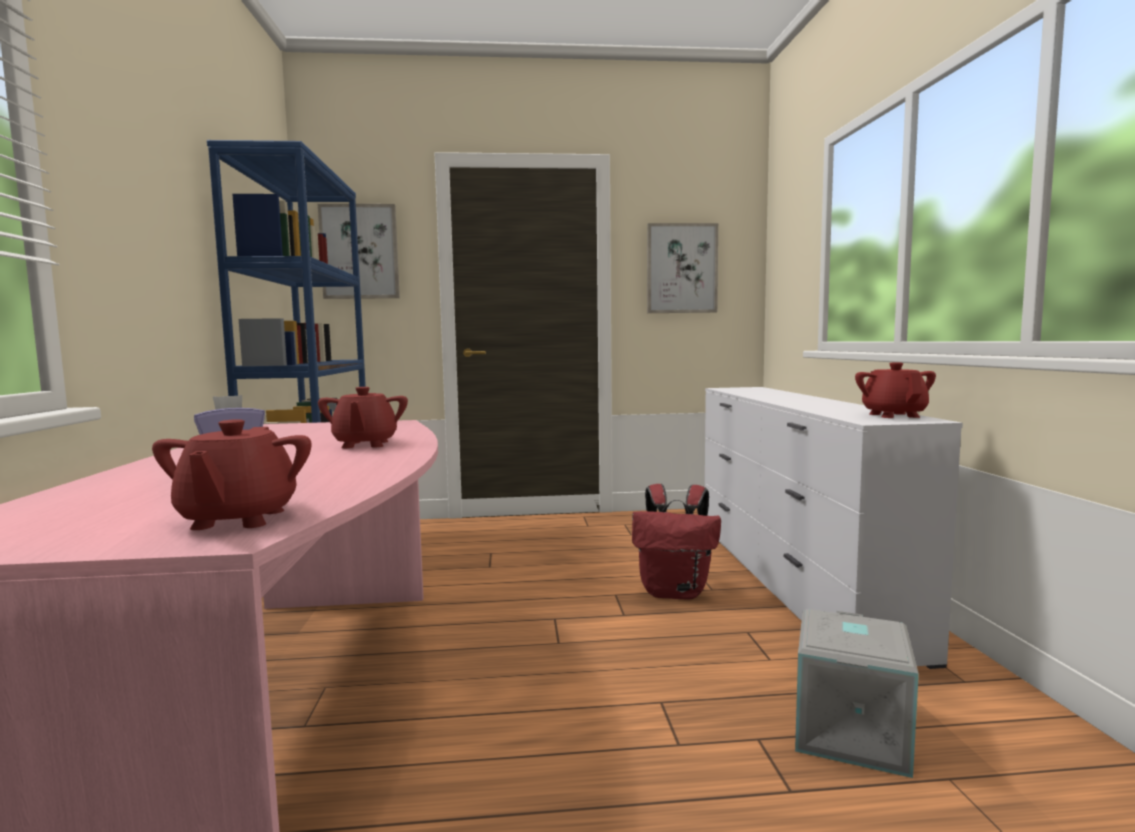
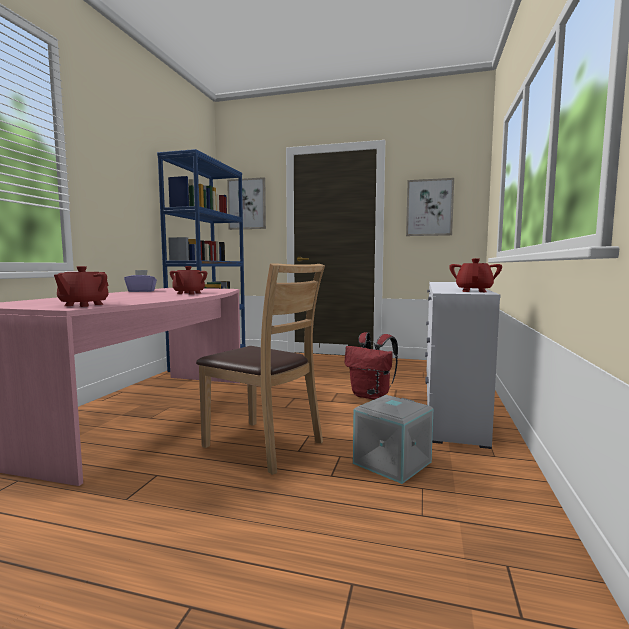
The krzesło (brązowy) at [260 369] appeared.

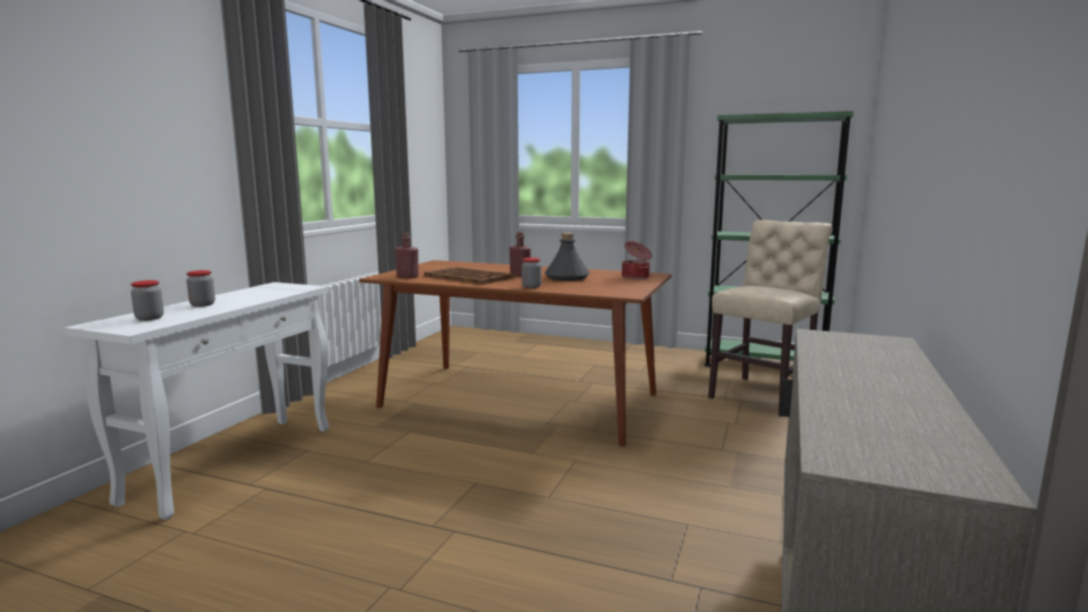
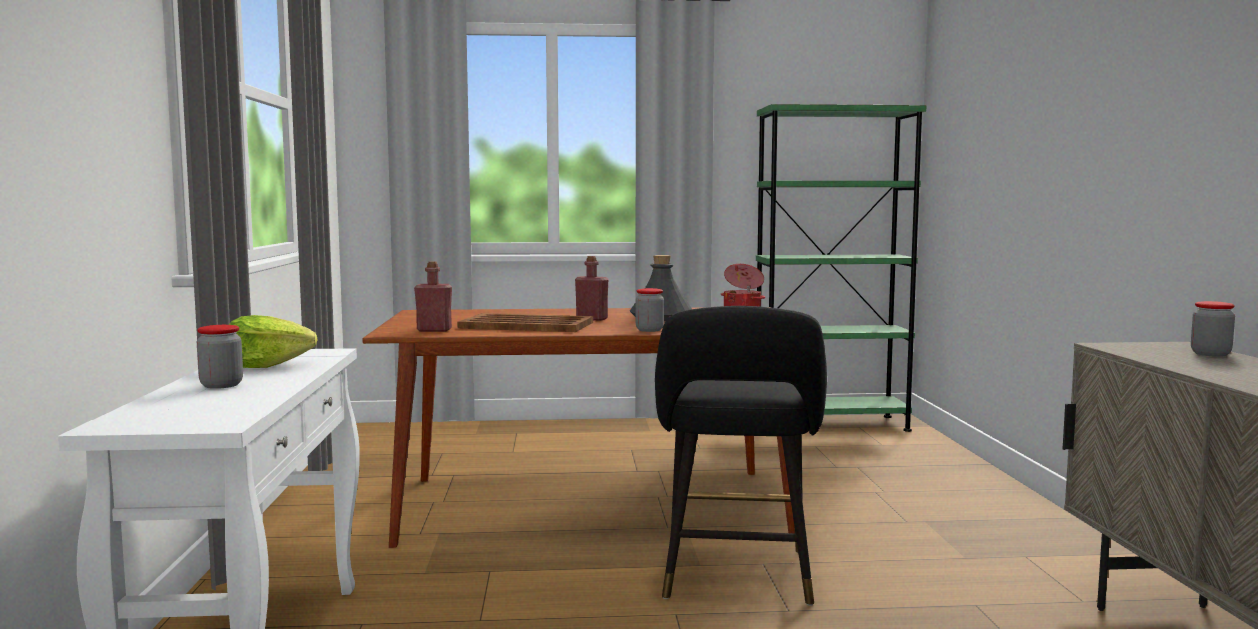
The krzesło (beżowy) at [770 318] disappeared.
The słoik moved from [147 300] to [1213 329].
The stołek (czarny) at [741 456] appeared.
The sałata at [273 341] appeared.

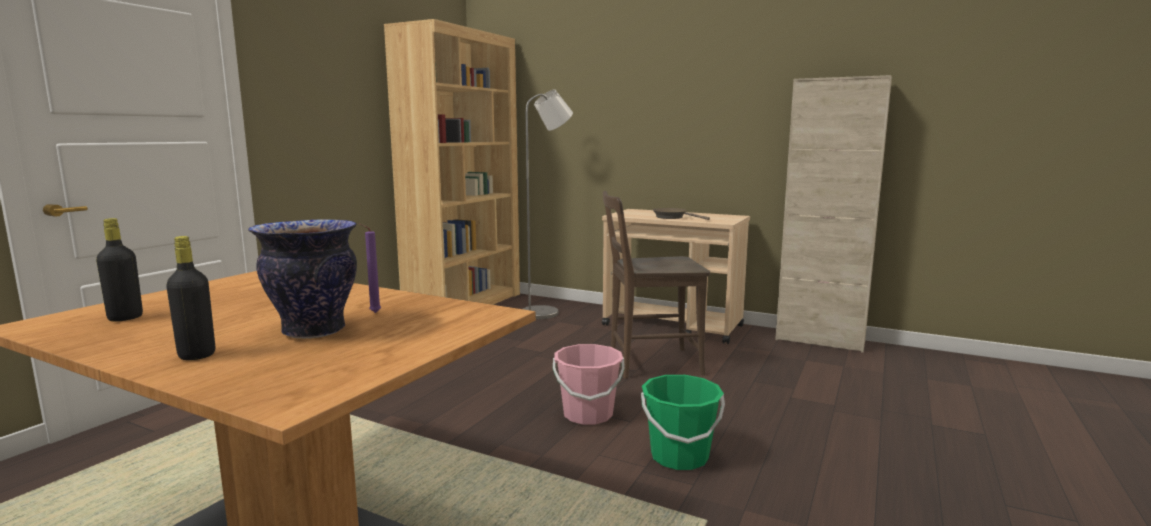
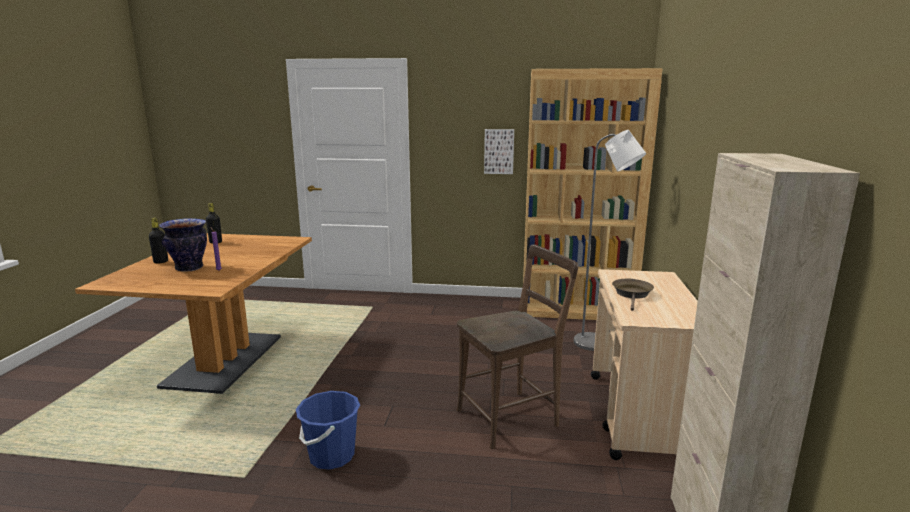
The krzesło (brązowy) at [656 285] turned 90 degrees clockwise.
The wiadro (różowy) at [589 384] disappeared.
The wiadro (zielony) at [683 422] became the wiadro (niebieski) at [328 430].
The obraz at [499 151] appeared.

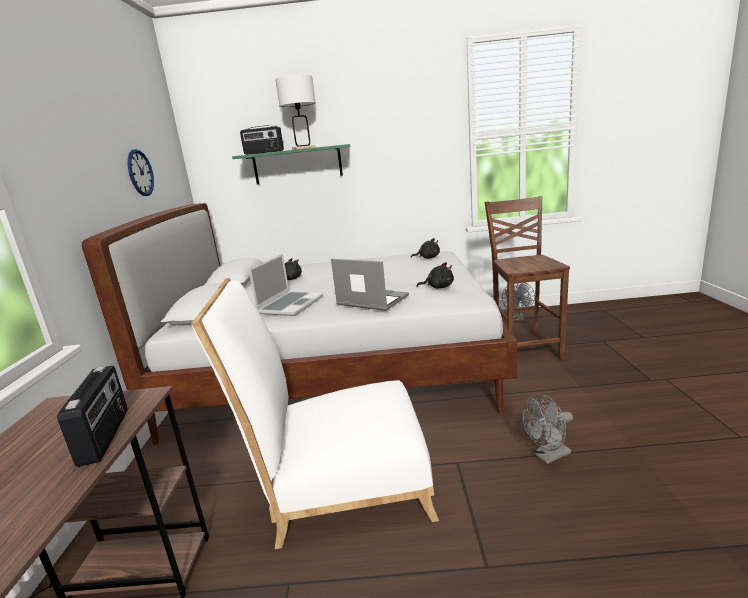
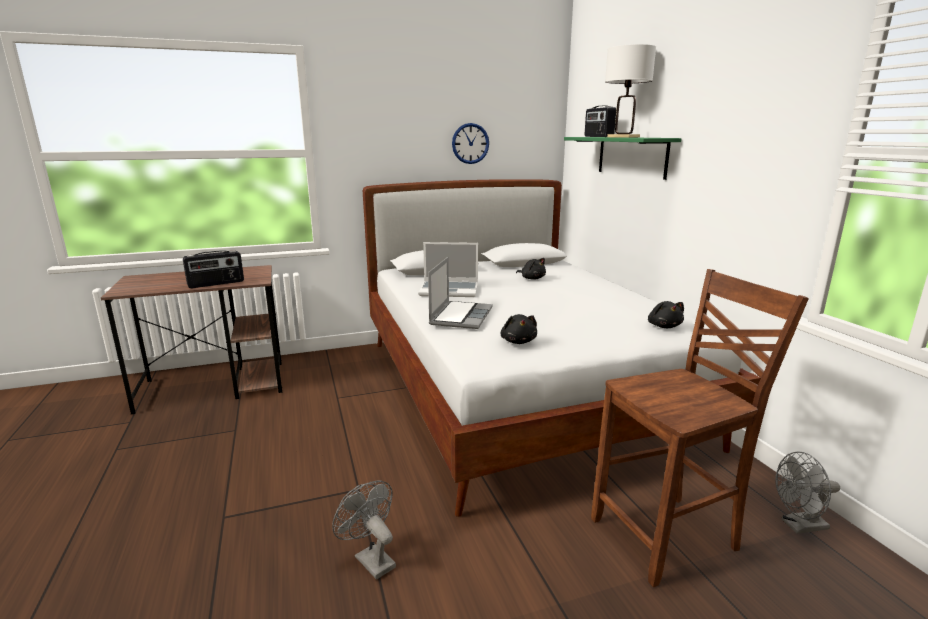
The krzesło (biały) at [315 413] disappeared.

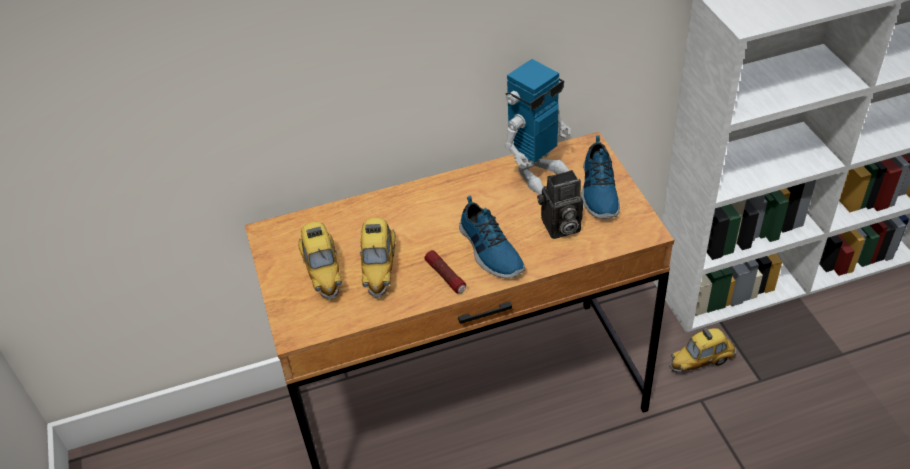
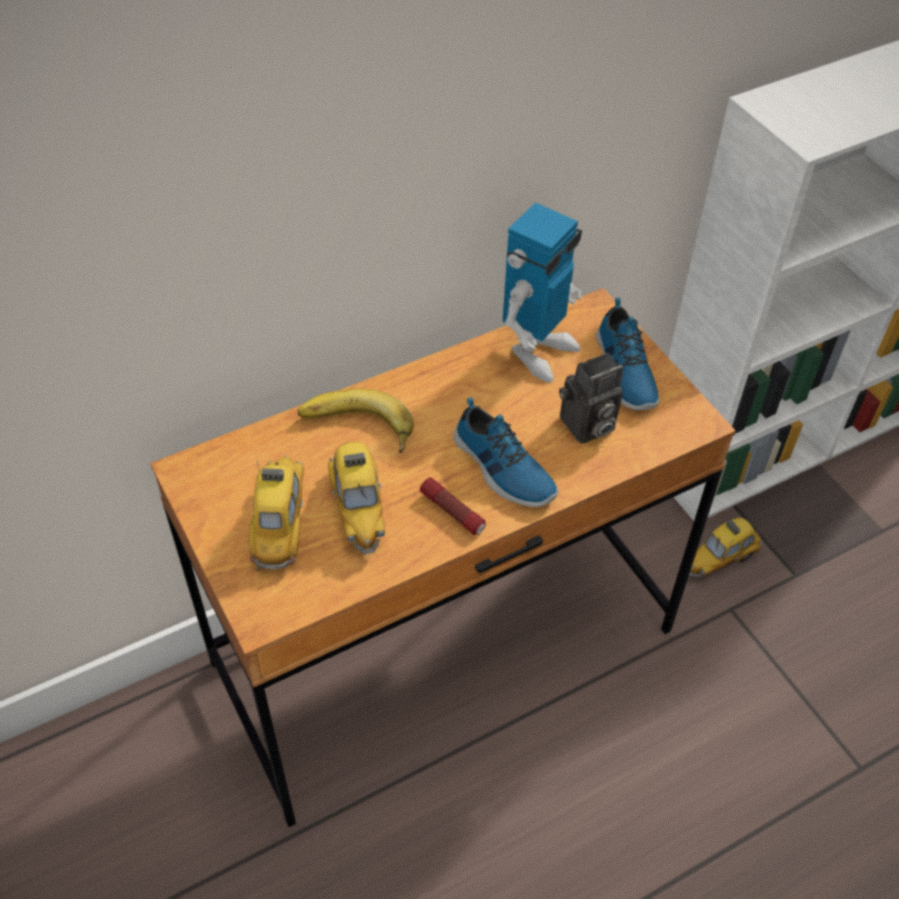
The samochodzik at [320 261] turned 150 degrees counterclockwise.
The banan at [356 420] appeared.

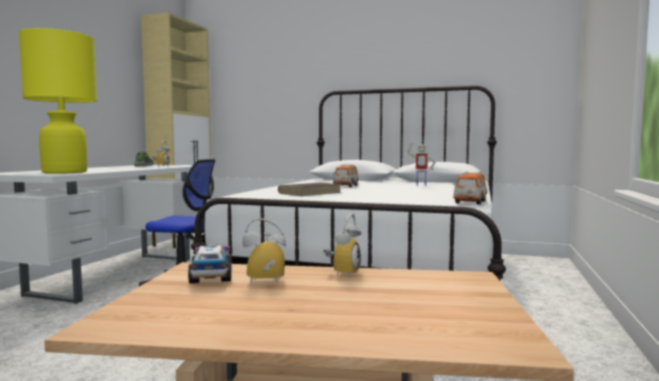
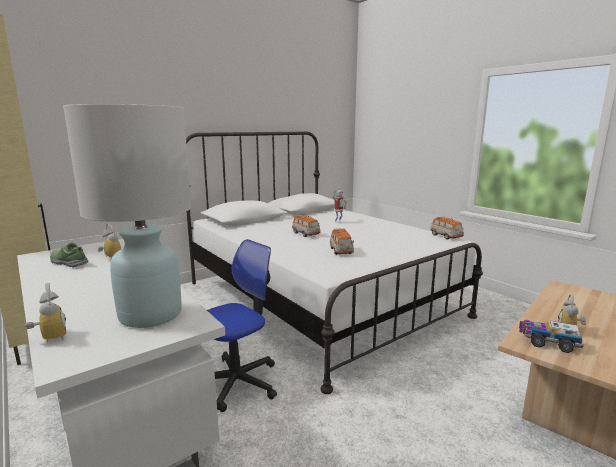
The lampa stołowa (żółty) at [58 101] became the lampa stołowa (biały) at [127 216].
The książka (brązowy) at [309 189] was replaced by the samochodzik at [342 241].
The budzik moved from [342 245] to [45 313].

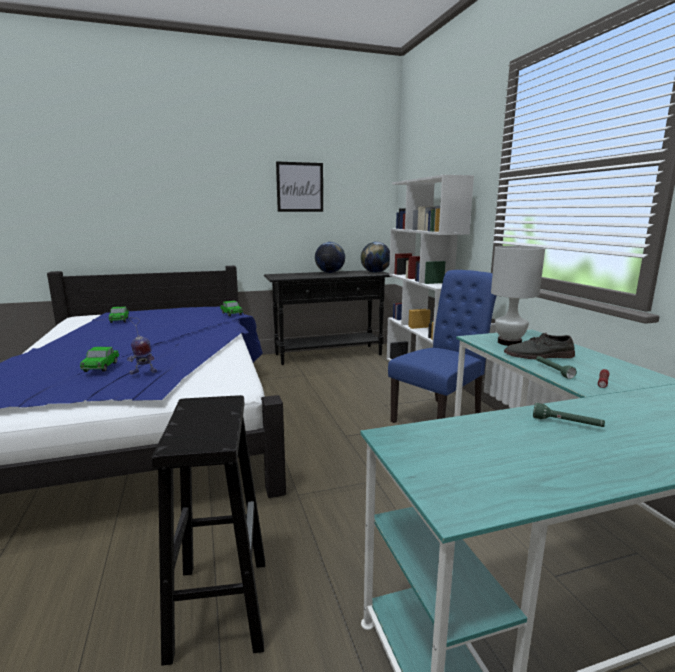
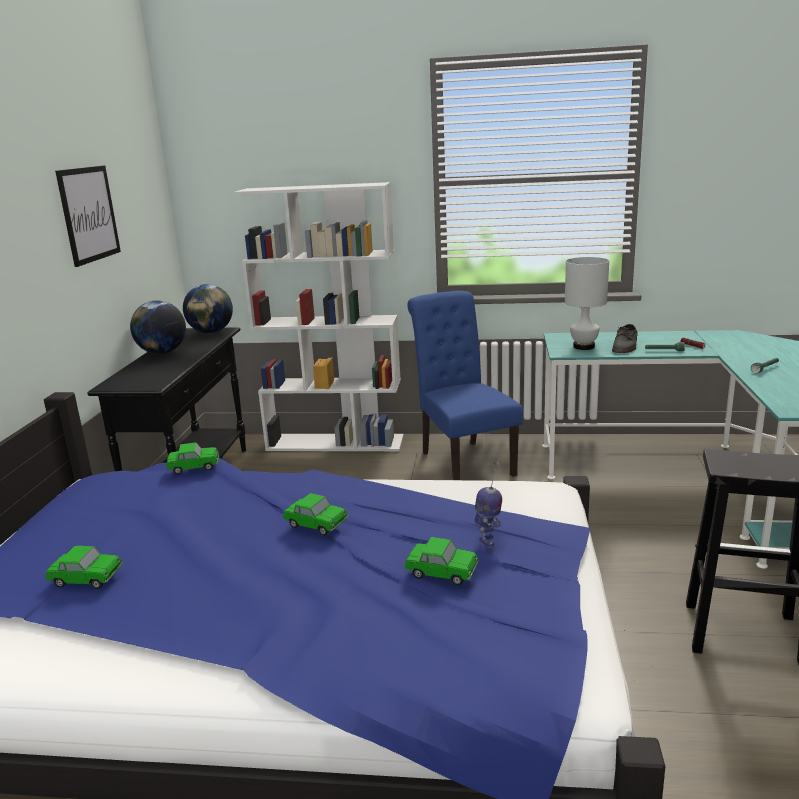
The samochodzik at [315 514] appeared.

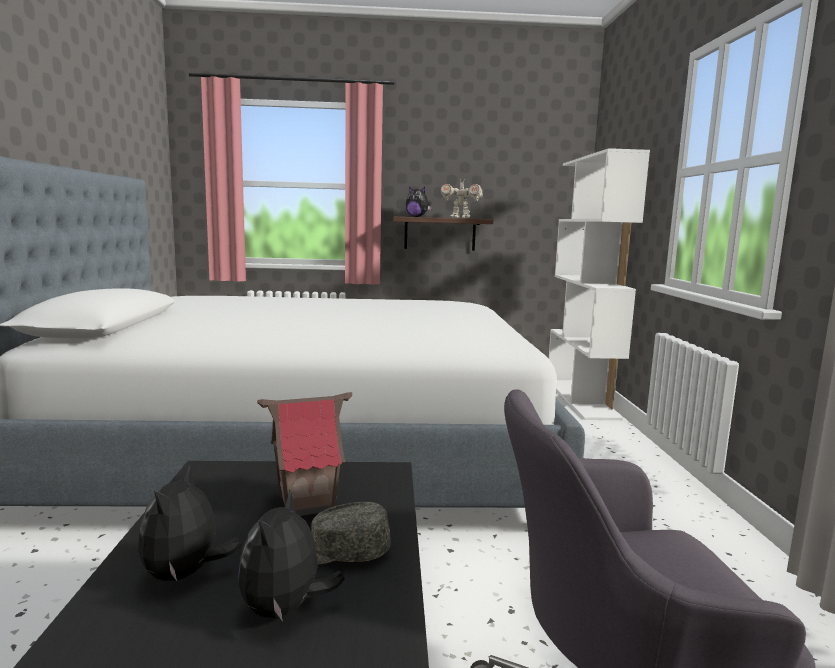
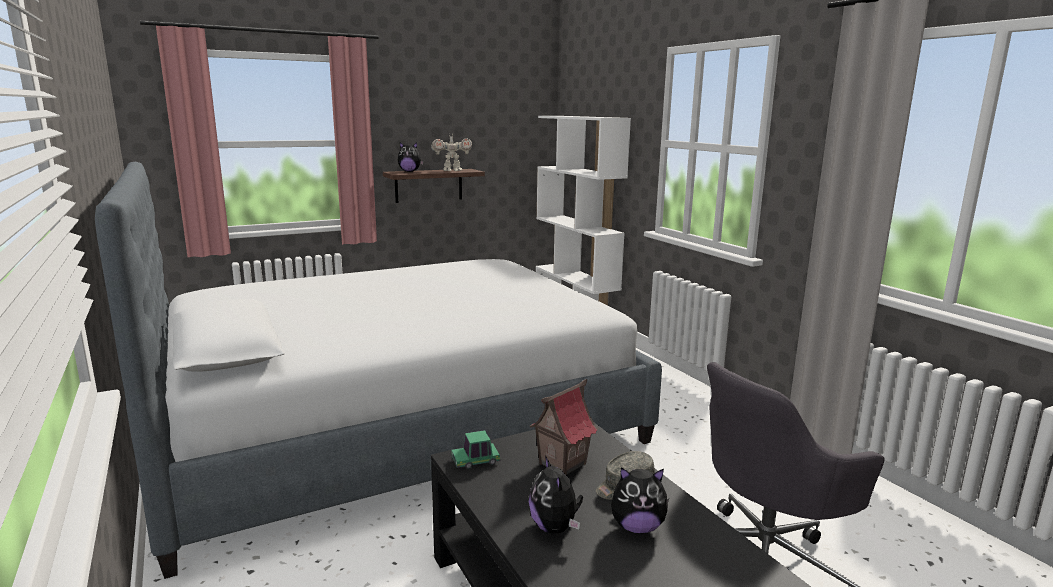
The pluszak at [292 555] turned 75 degrees counterclockwise.
The samochodzik at [476 449] appeared.

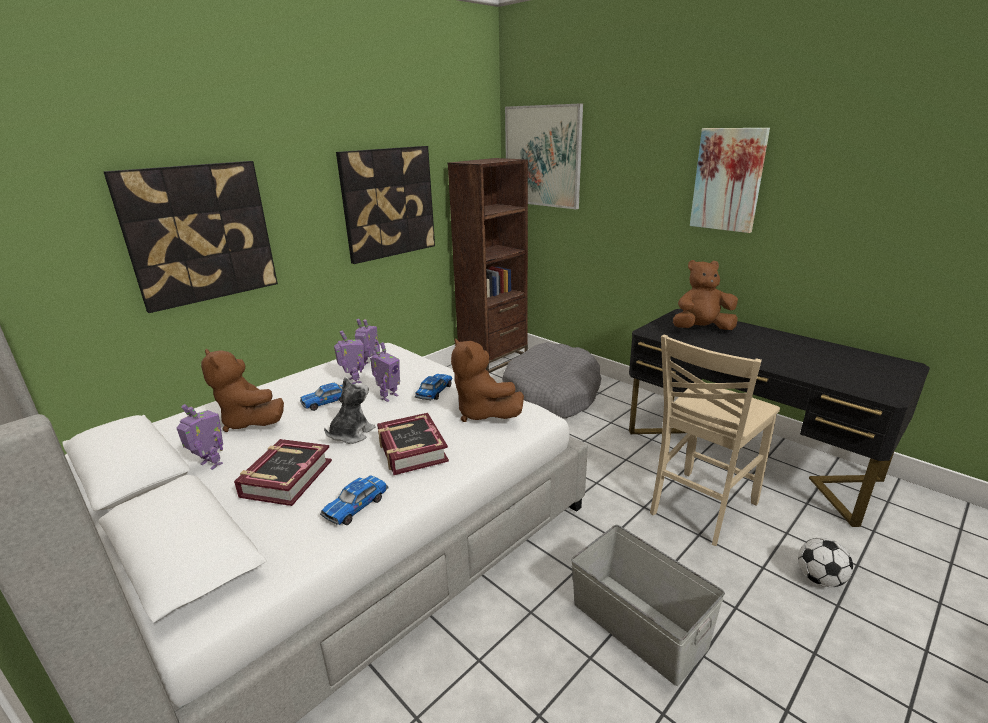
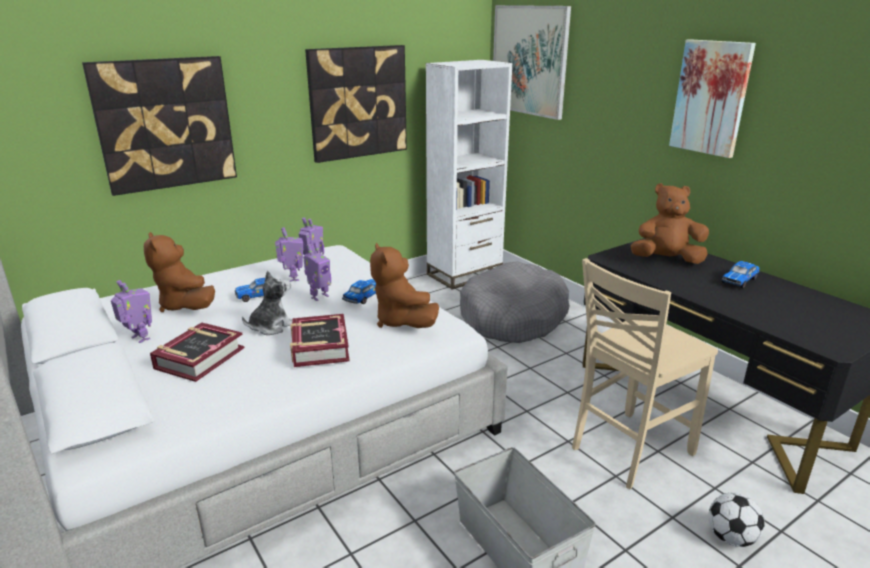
The regał (brązowy) at [488 265] became the regał (biały) at [469 175].
The samochodzik moved from [354 500] to [741 274].

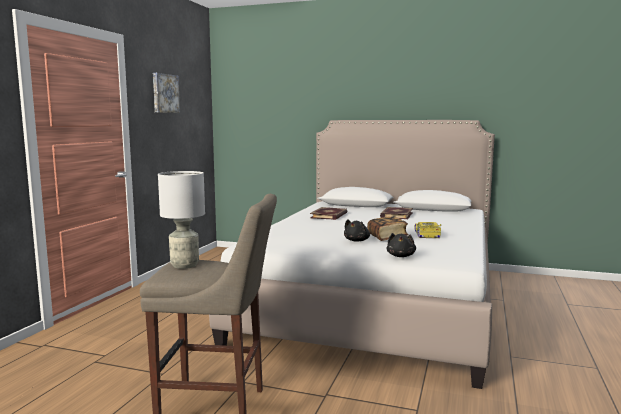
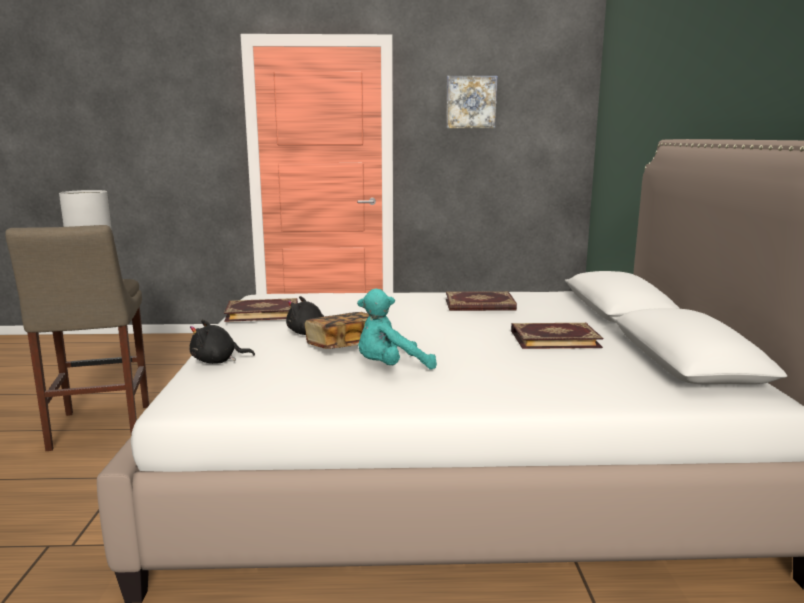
The samochodzik at [427 230] was replaced by the pluszak (turkusowy) at [397 329].
The książka at [261 310] appeared.

